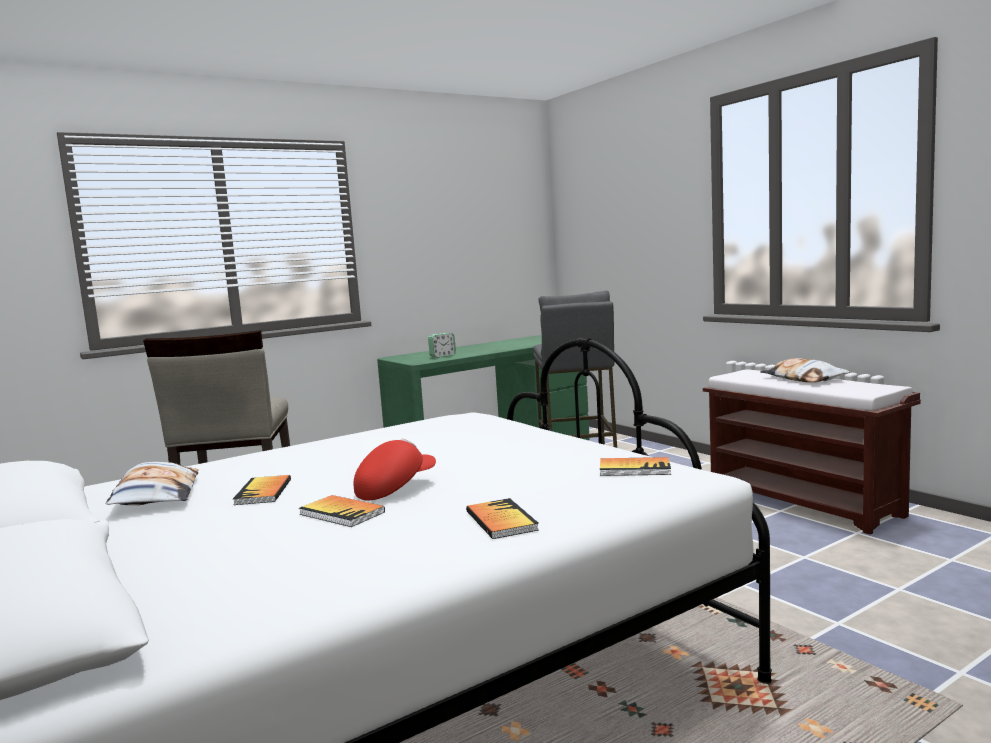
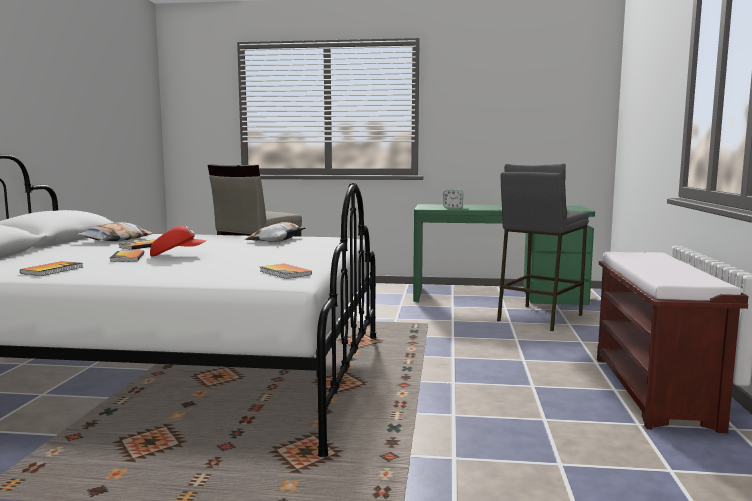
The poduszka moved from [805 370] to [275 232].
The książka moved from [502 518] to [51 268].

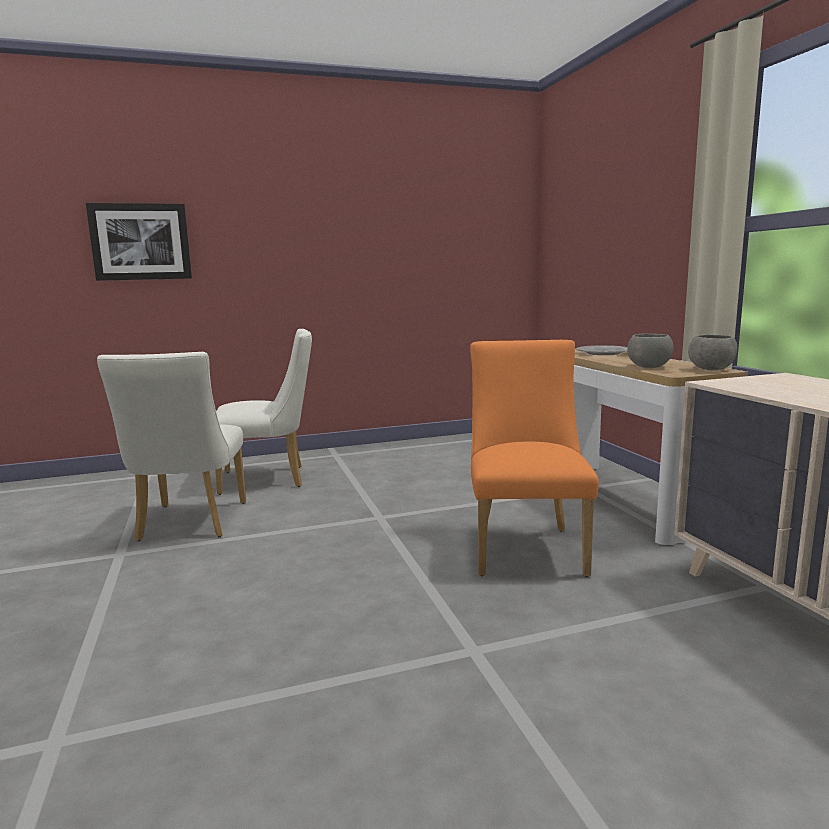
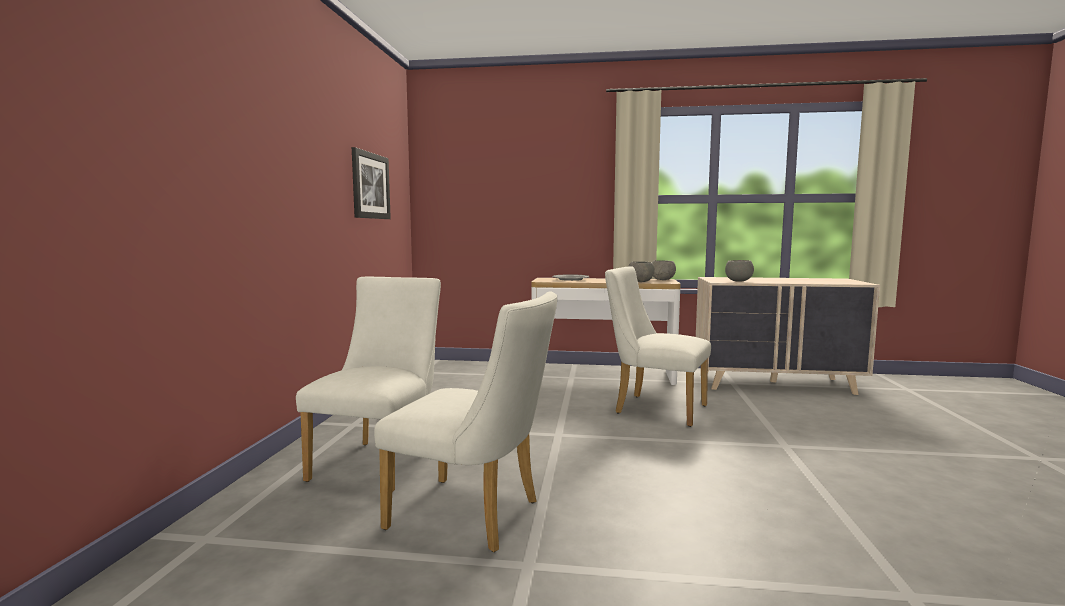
The obraz moved from [139 242] to [371 183].
The krzesło (pomarańczowy) at [534 458] became the krzesło (biały) at [658 347].
The miska (szary) at [739 270] appeared.

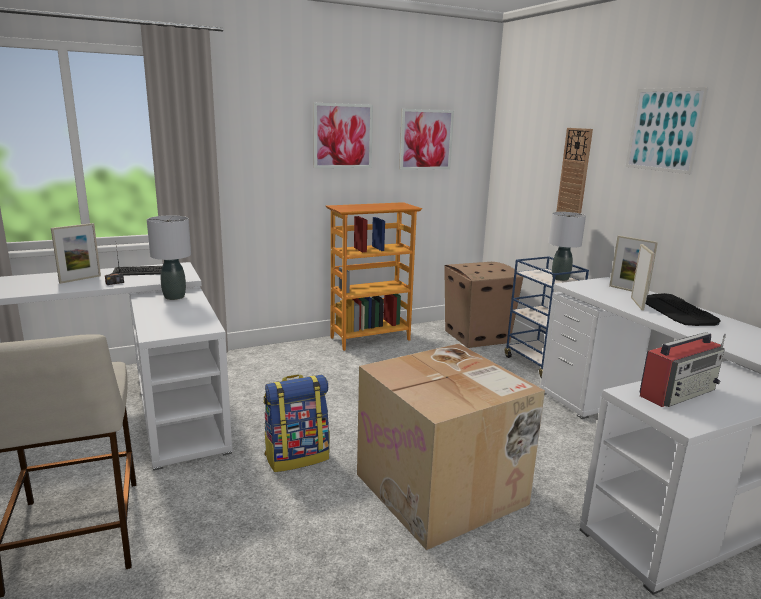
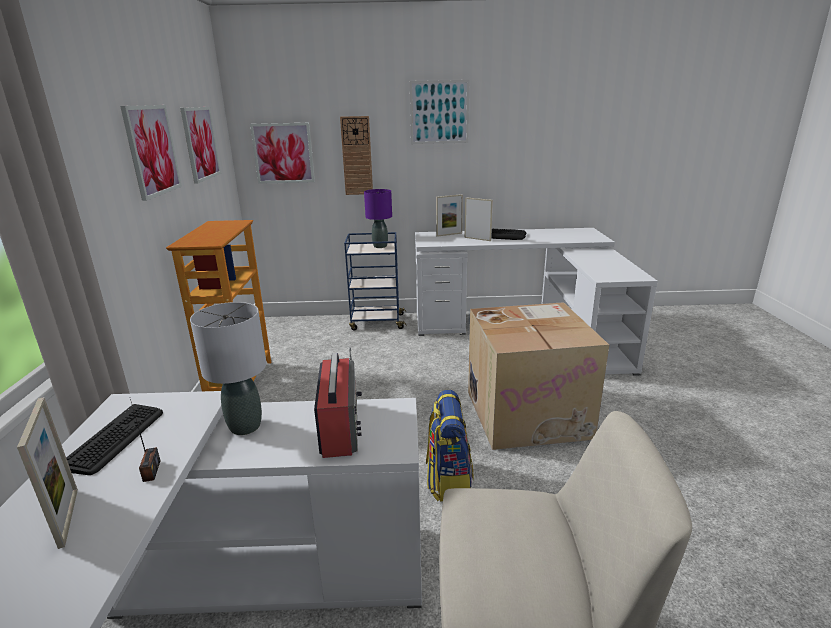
The lampa stołowa (szary) at [567 246] became the lampa stołowa (fioletowy) at [378 218].
The karton at [483 305] disappeared.
The radio moved from [683 369] to [338 402].
The obraz at [282 153] appeared.

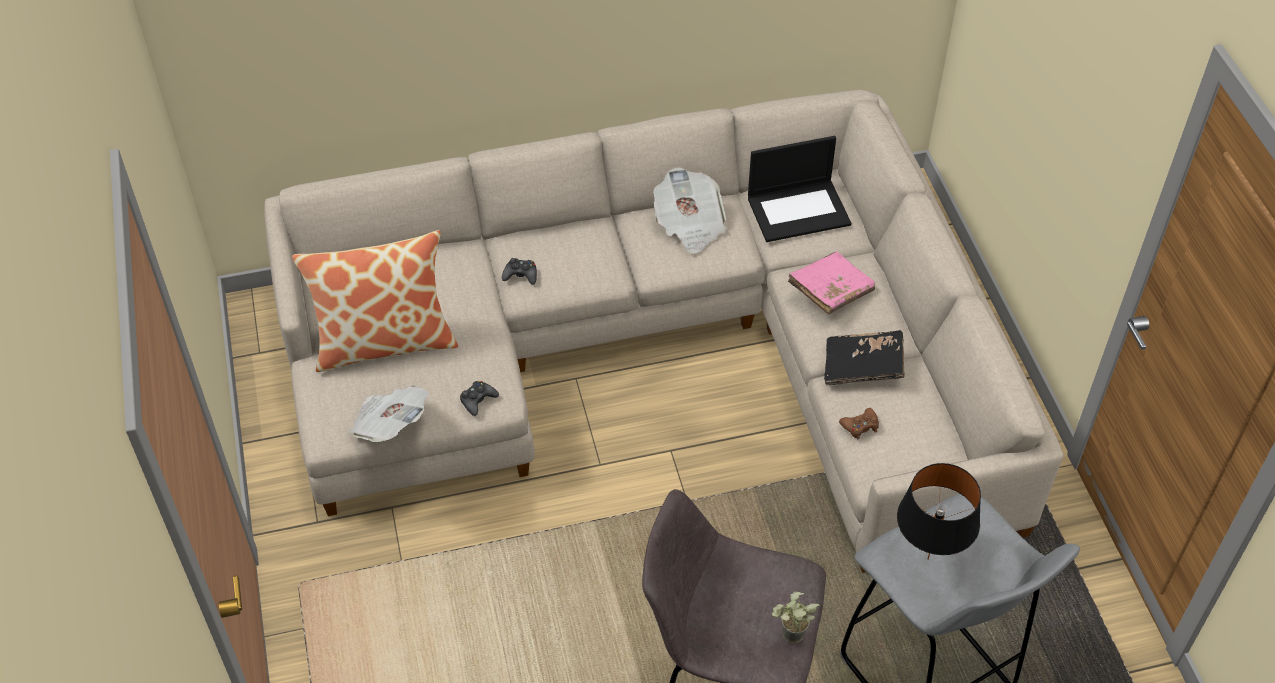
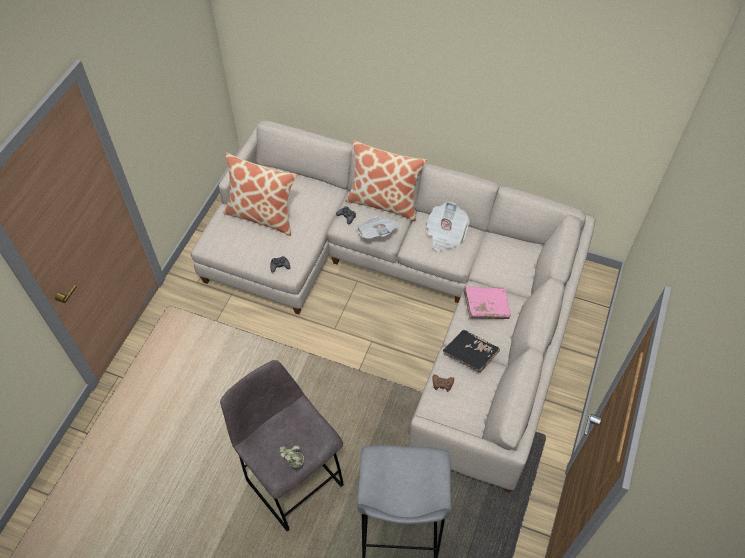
The laptop at [799 189] disappeared.
The gazeta moved from [388 414] to [378 227].
The lampa stołowa (czarny) at [939 511] disappeared.
The poduszka at [386 180] appeared.

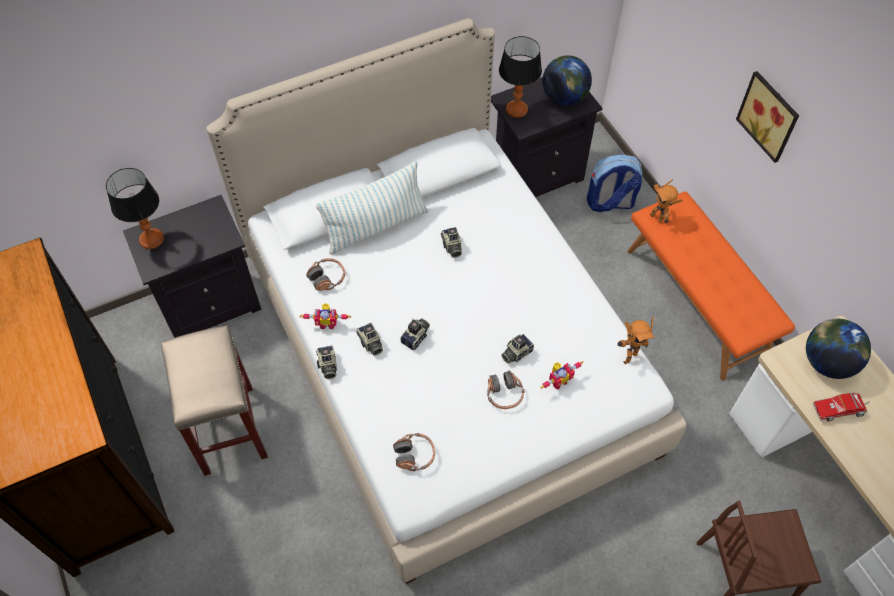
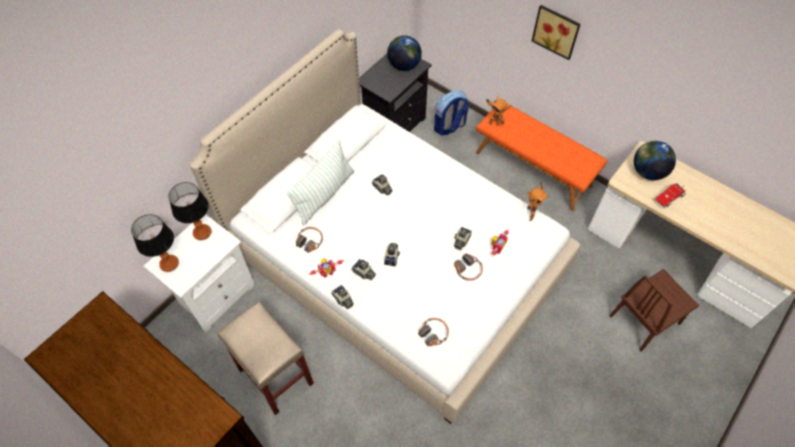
The lampa stołowa moved from [520 77] to [190 211].
The szafka nocna (czarny) at [192 266] became the szafka nocna (biały) at [199 274].

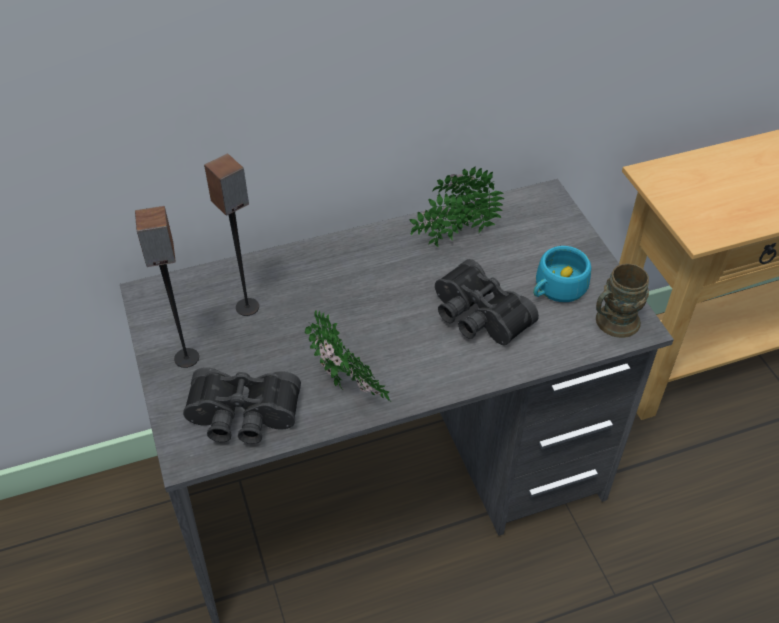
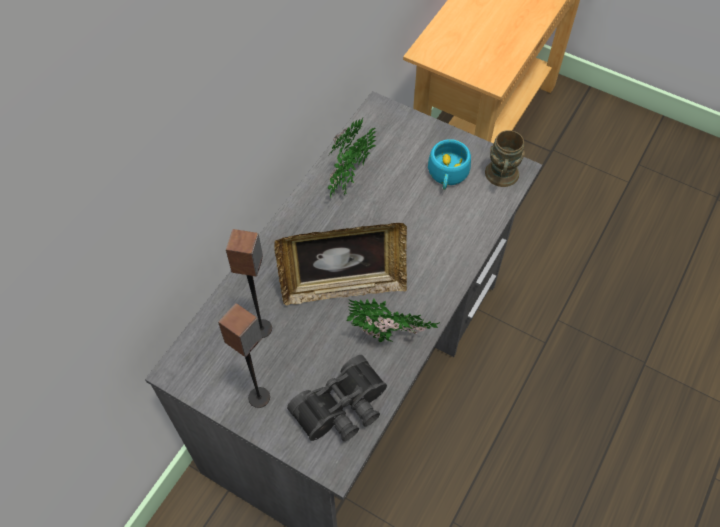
The lornetka (czarny) at [487 302] disappeared.
The ramka na zdjęcie at [340 264] appeared.

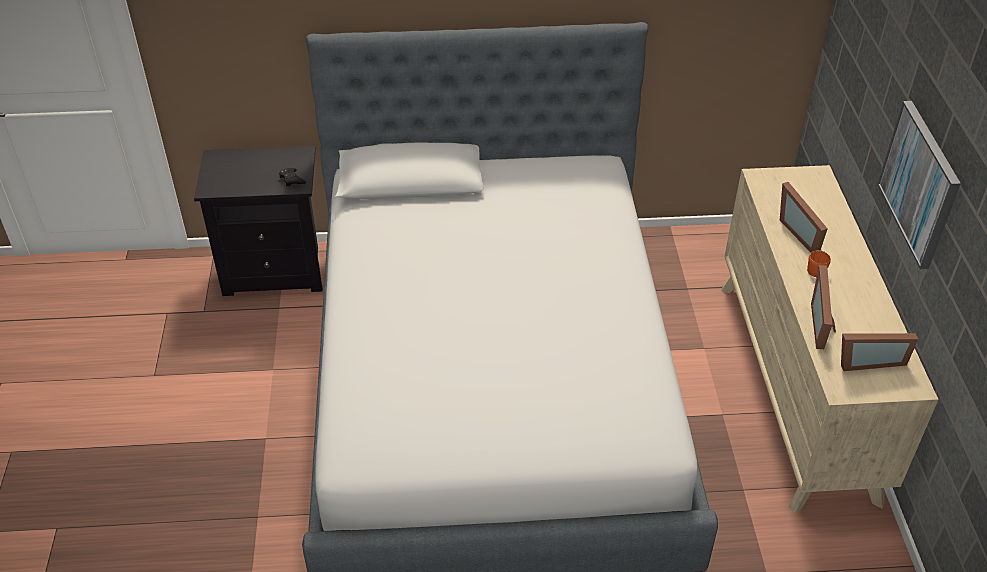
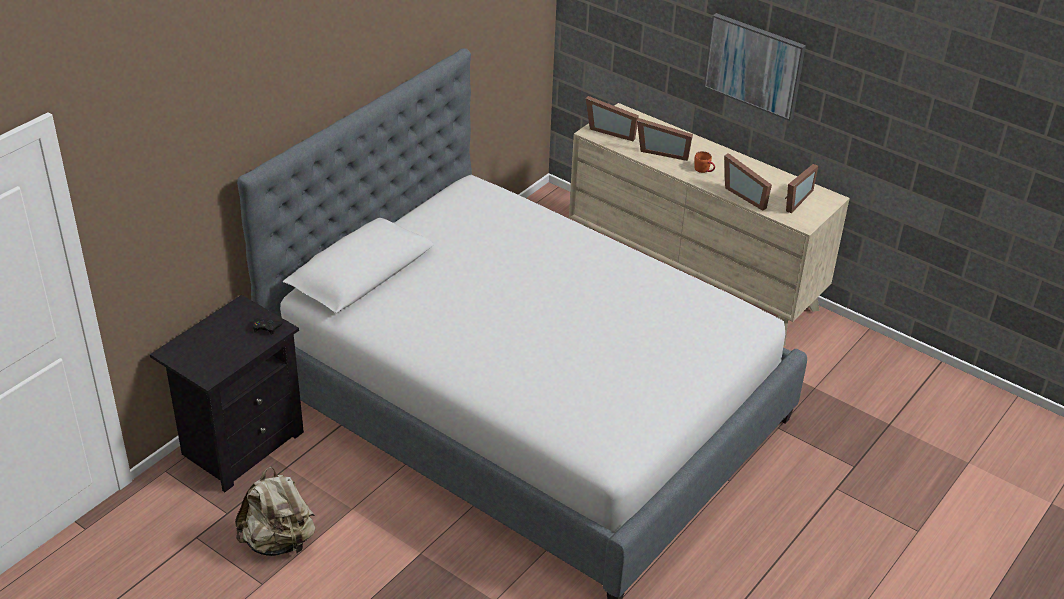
The ramka na zdjęcie at [612 118] appeared.
The plecak (beżowy) at [275 511] appeared.

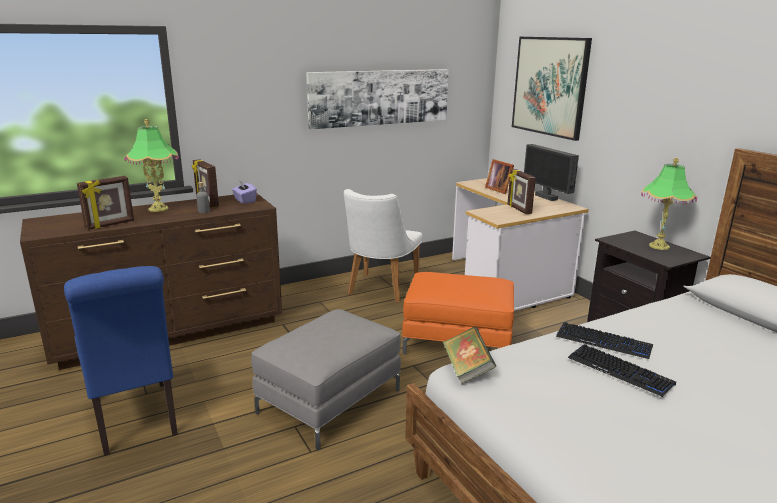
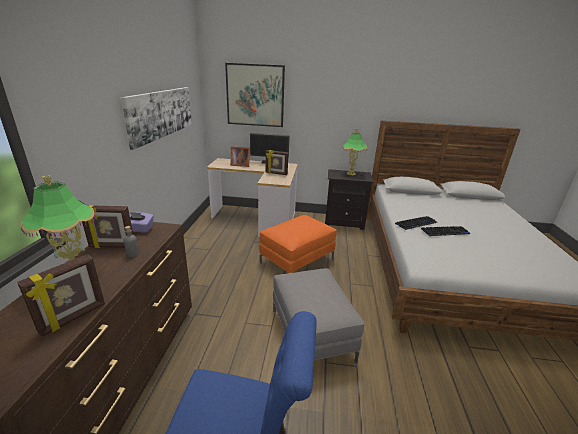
The ramka na zdjęcie at [105 203] turned 45 degrees clockwise.
The krzesło (biały) at [383 246] disappeared.
The książka at [469 355] disappeared.

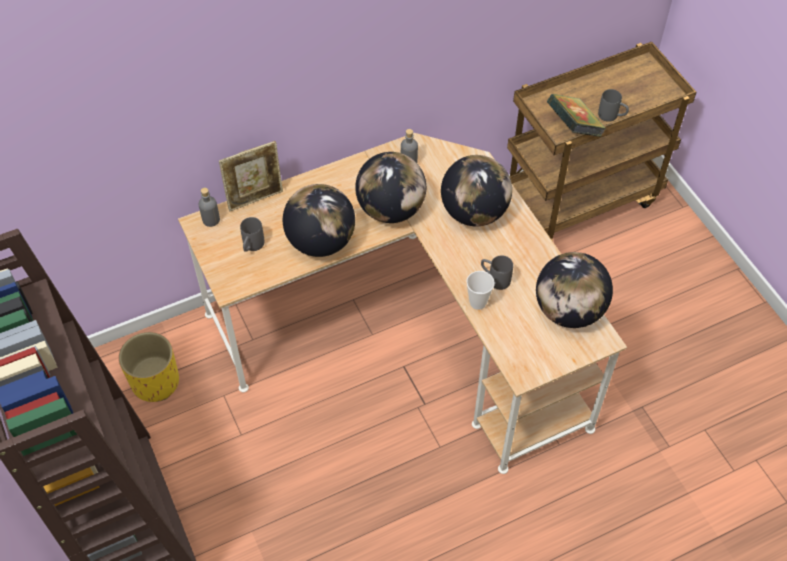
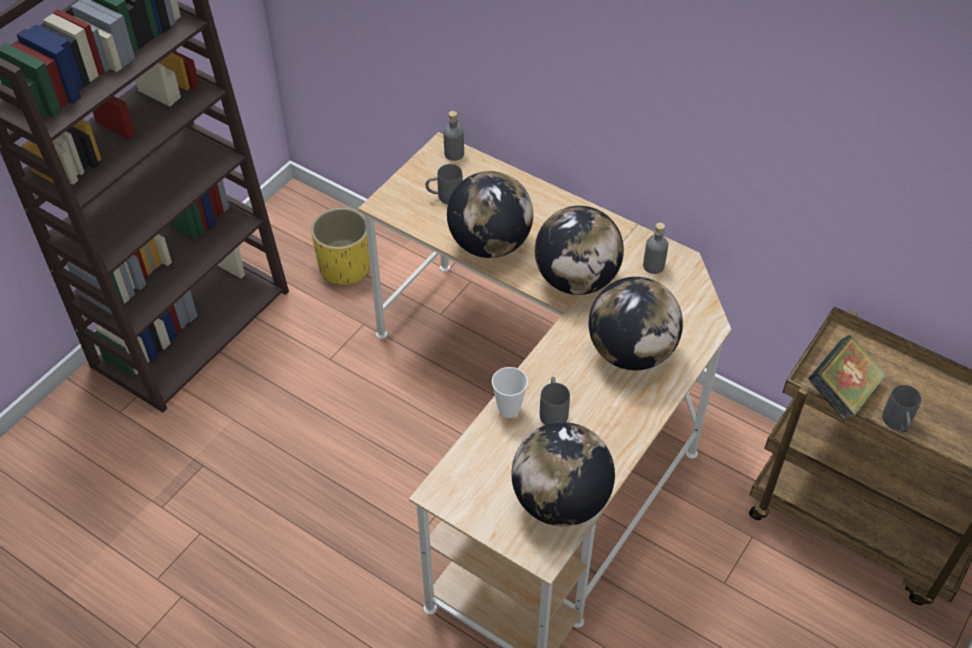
The ramka na zdjęcie at [251 176] disappeared.

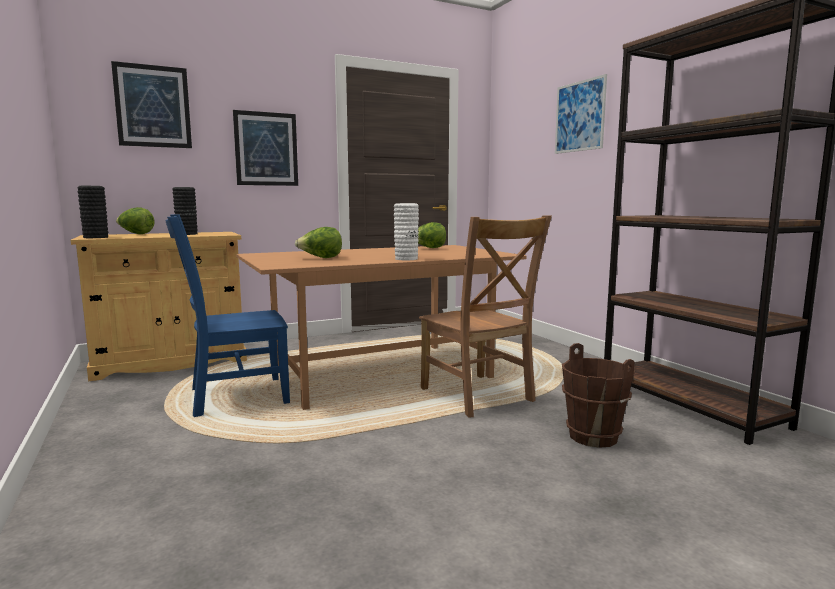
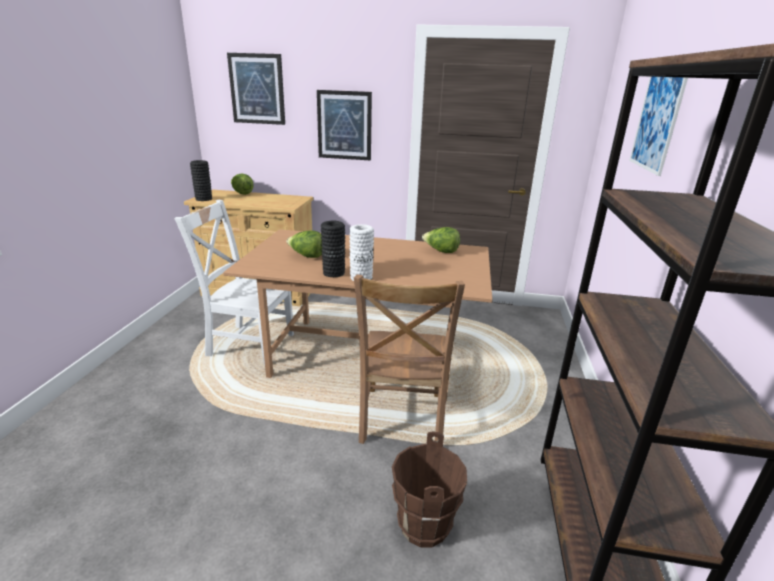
The wazon (czarny) moved from [185 211] to [333 249].
The krzesło (niebieski) at [228 316] became the krzesło (biały) at [234 282].

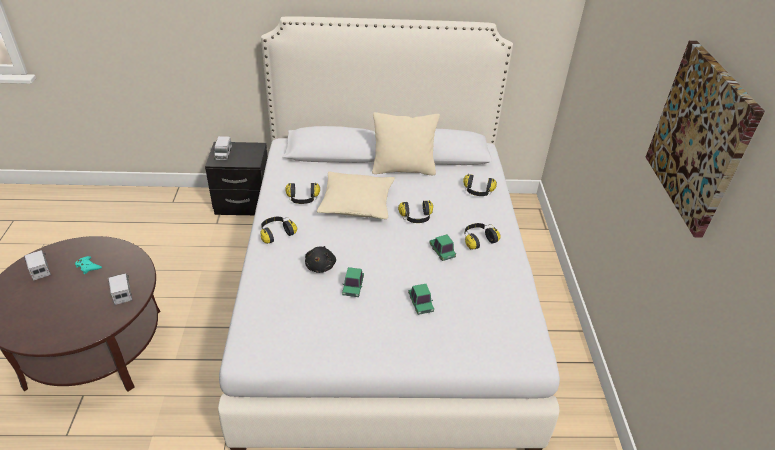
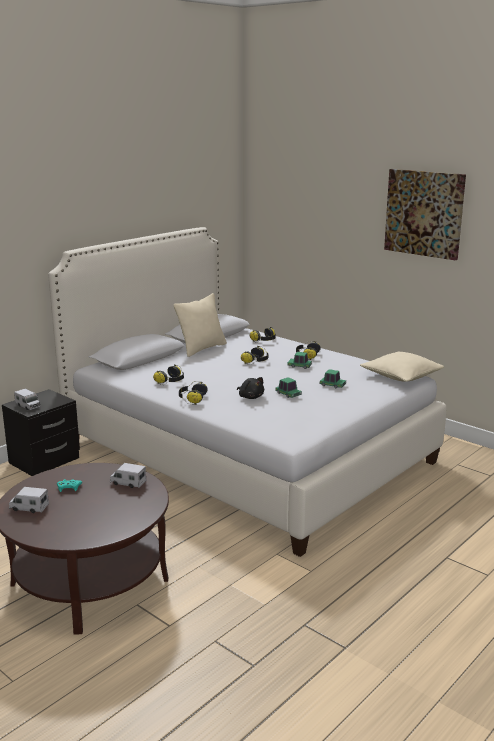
The poduszka (beżowy) moved from [356 195] to [402 366].

